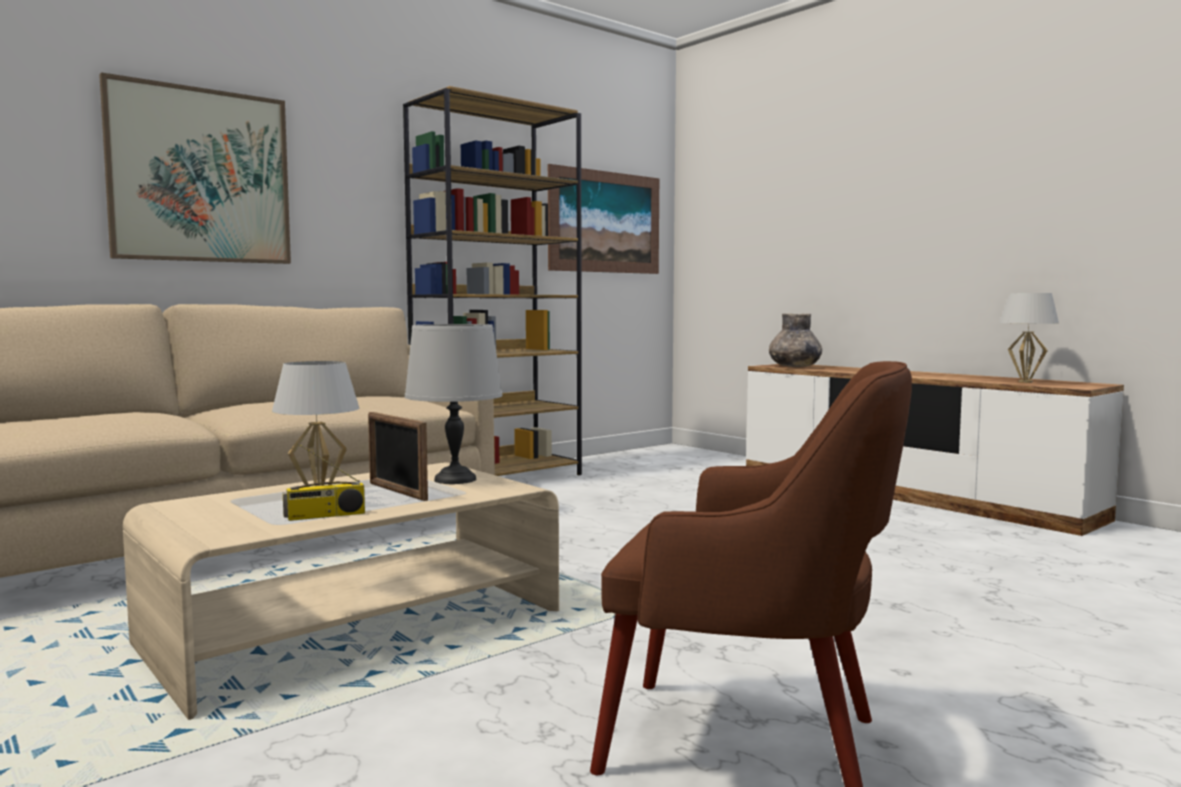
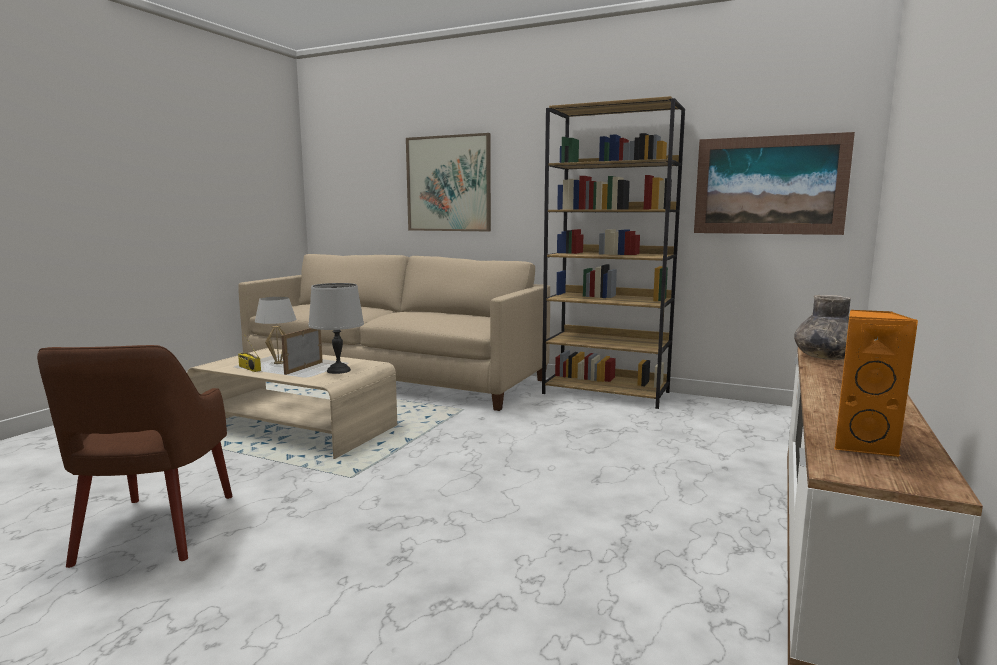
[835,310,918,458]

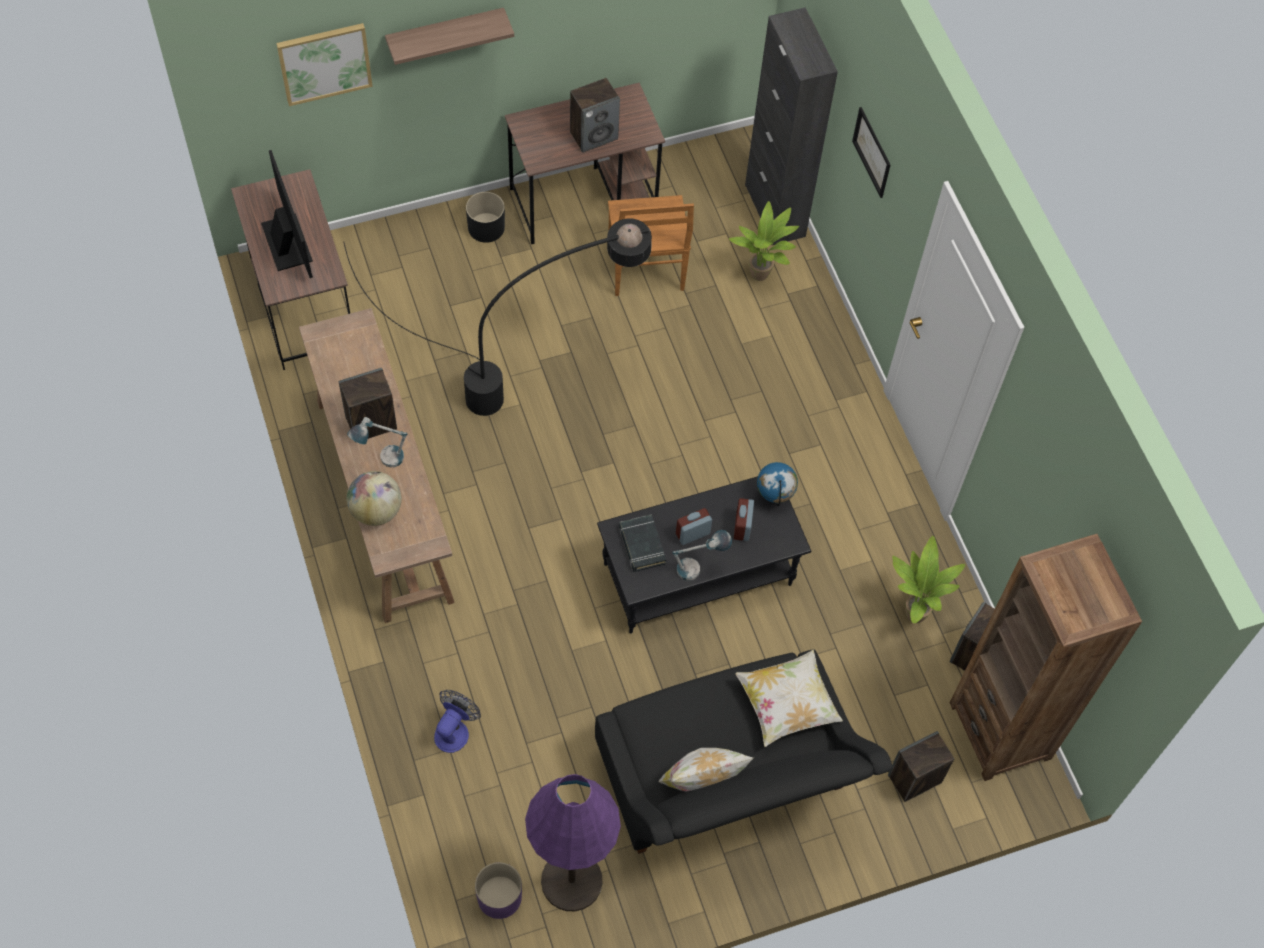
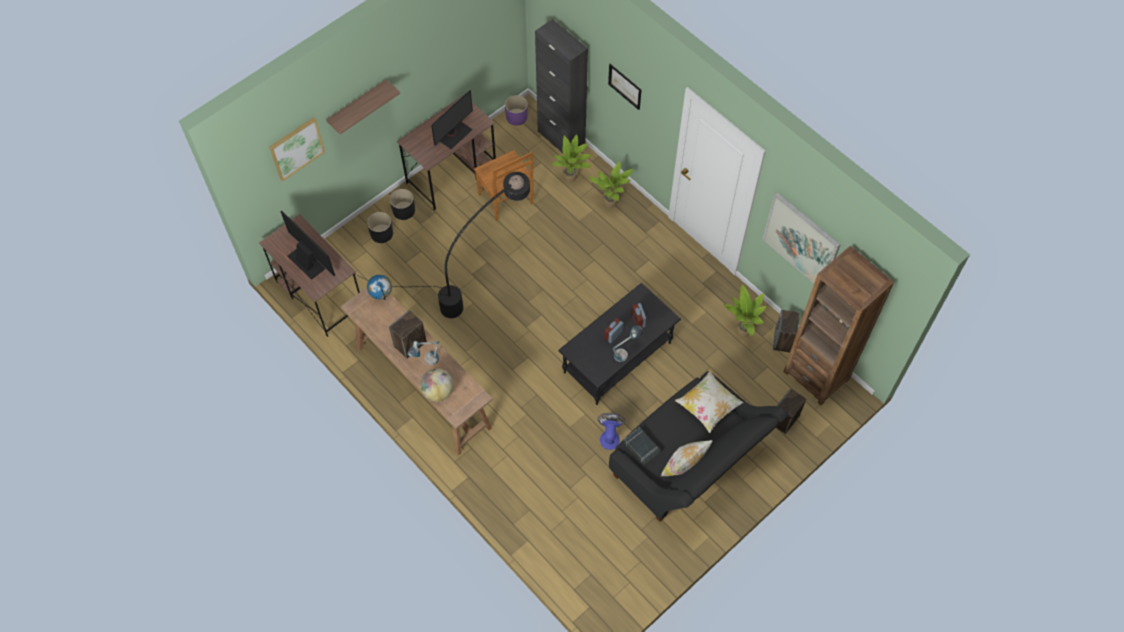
[597,413,625,450]
[505,95,528,126]
[525,774,621,911] (first image)
[431,90,473,149]
[624,427,661,465]
[367,275,392,300]
[367,212,393,243]
[588,161,633,208]
[763,192,840,283]

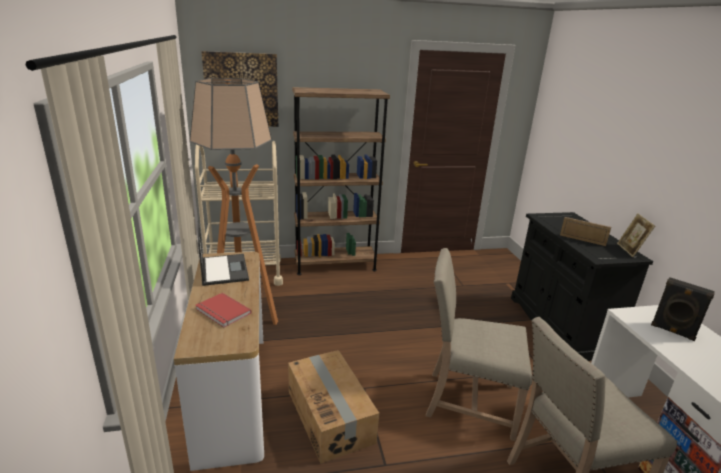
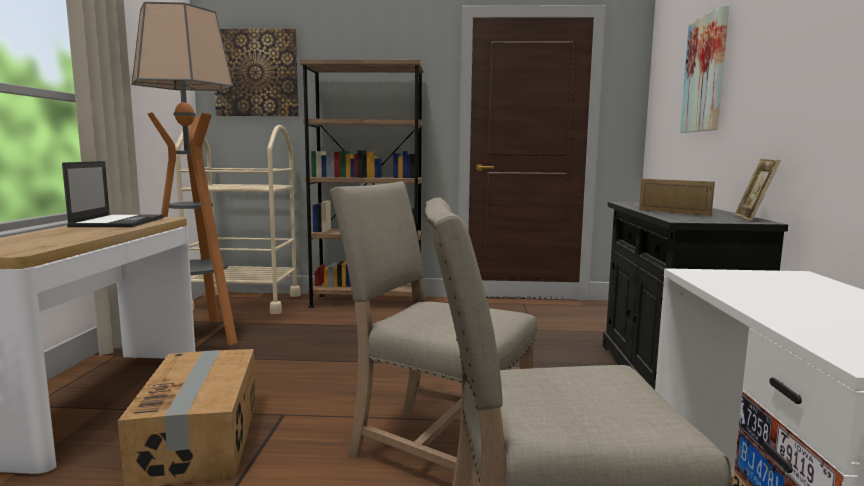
[195,293,251,328] (first image)
[651,277,715,341] (first image)
[680,5,729,133]

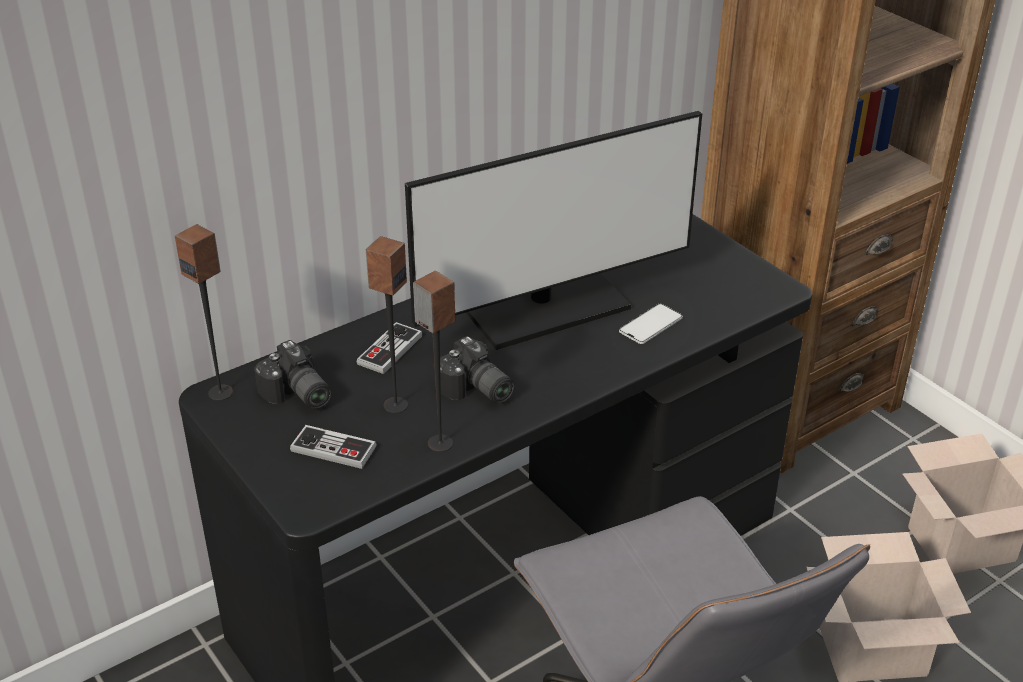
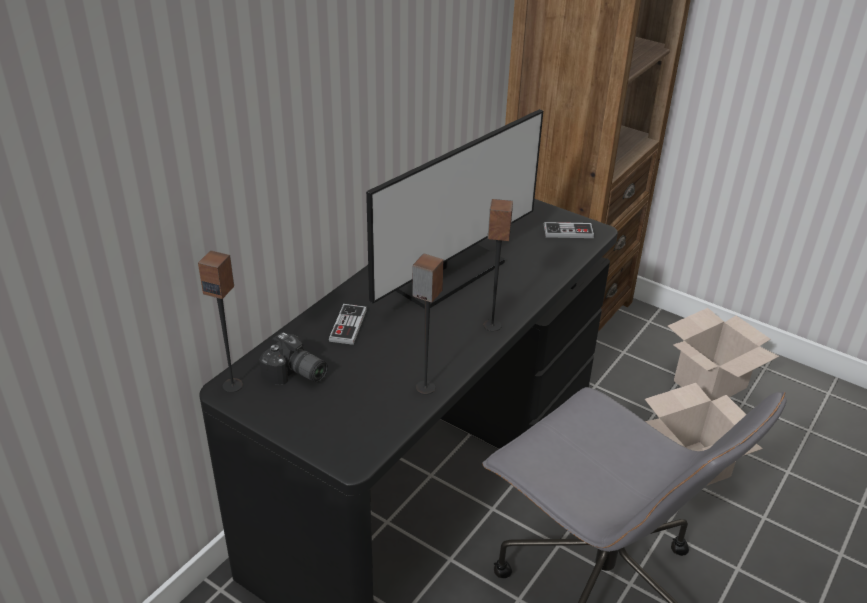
[544,222,594,238]
[483,199,513,331]
[434,336,515,403] (first image)
[619,304,683,344] (first image)

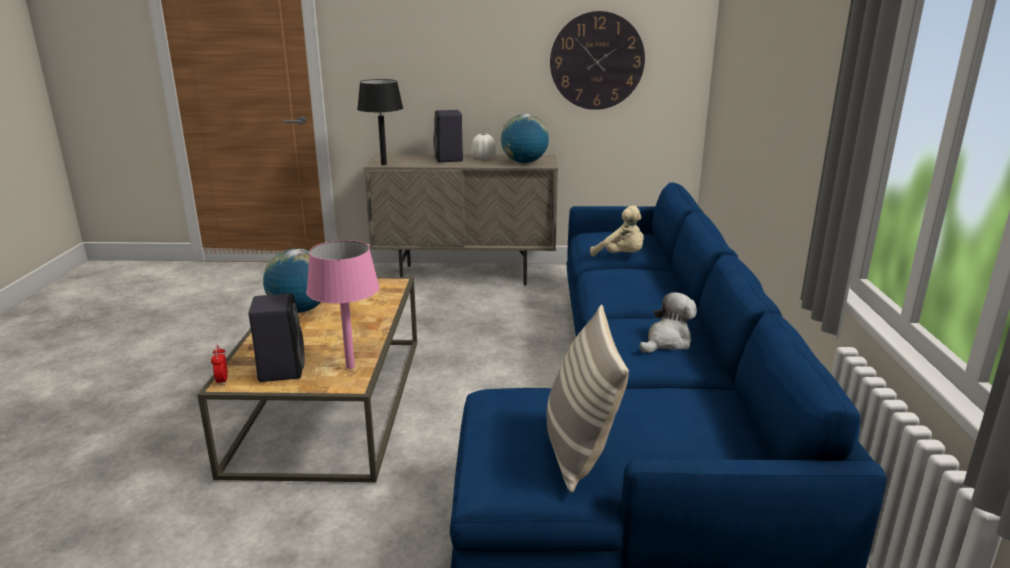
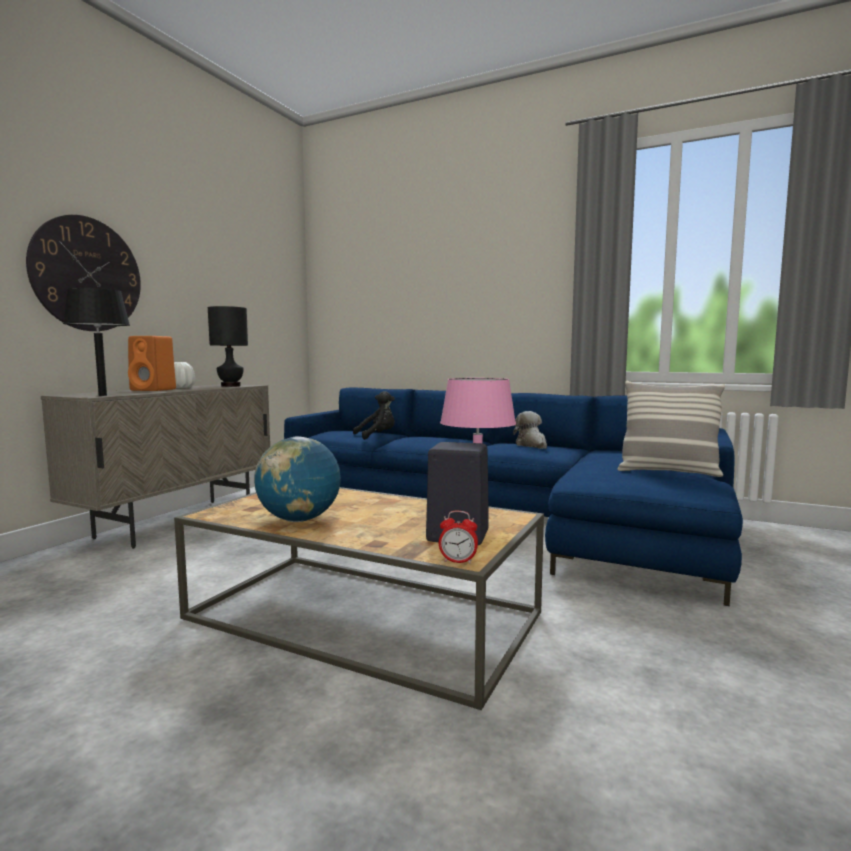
[128,336,176,391]
[208,306,248,387]
[26,215,141,331]
[353,391,395,440]

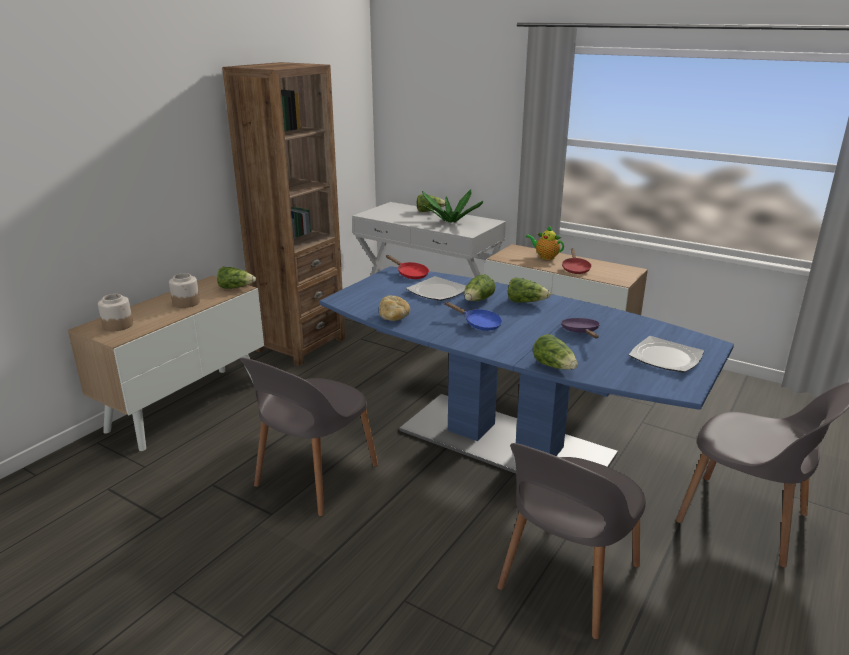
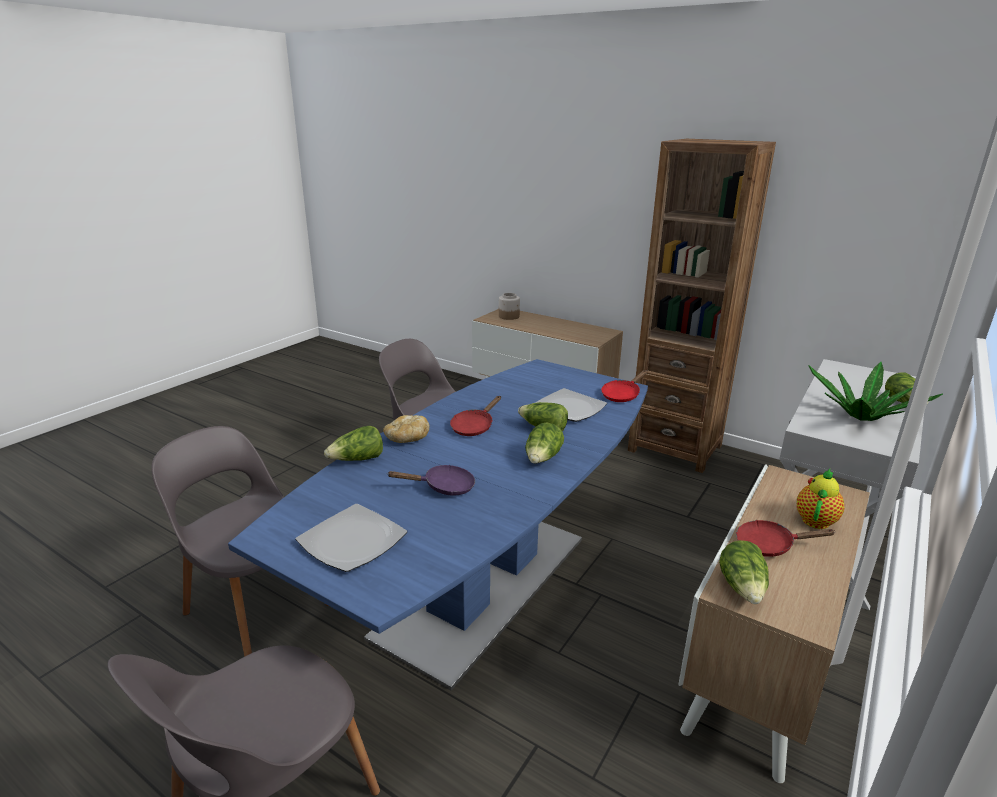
[169,273,200,308] (first image)
[719,540,769,604]
[383,415,429,443]
[450,396,501,436]

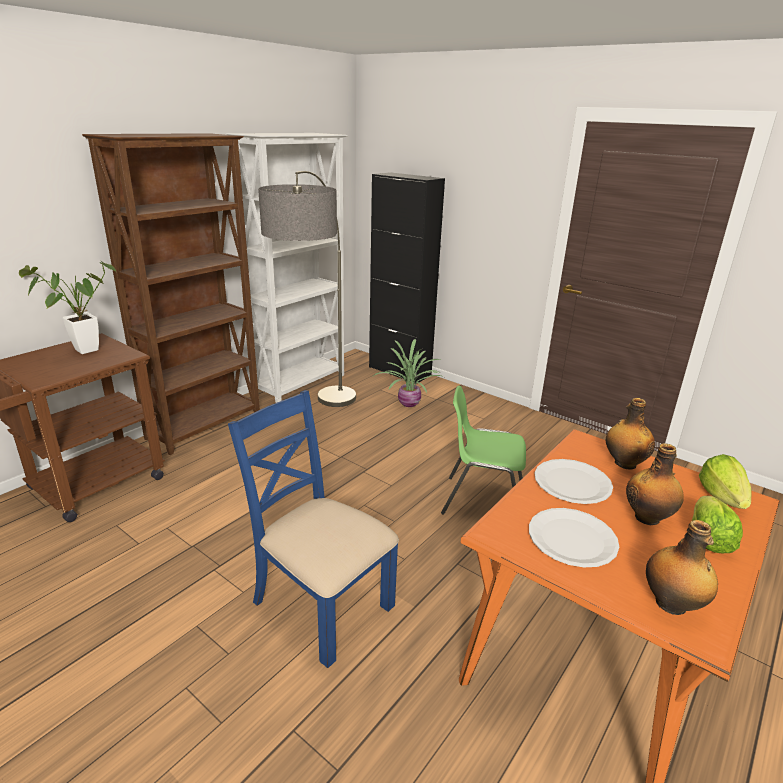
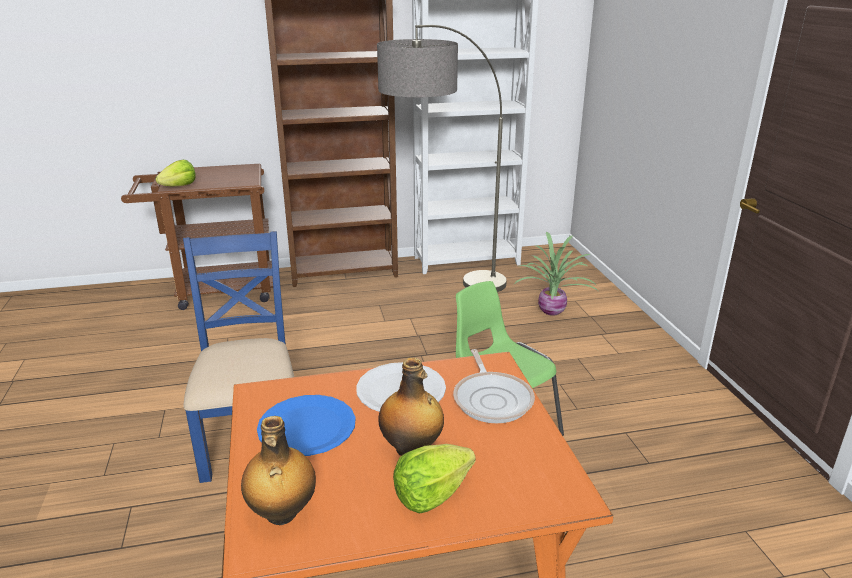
[19,261,116,354] (first image)
[369,172,445,384] (first image)
[257,395,356,456]
[453,349,535,423]
[156,160,196,186]

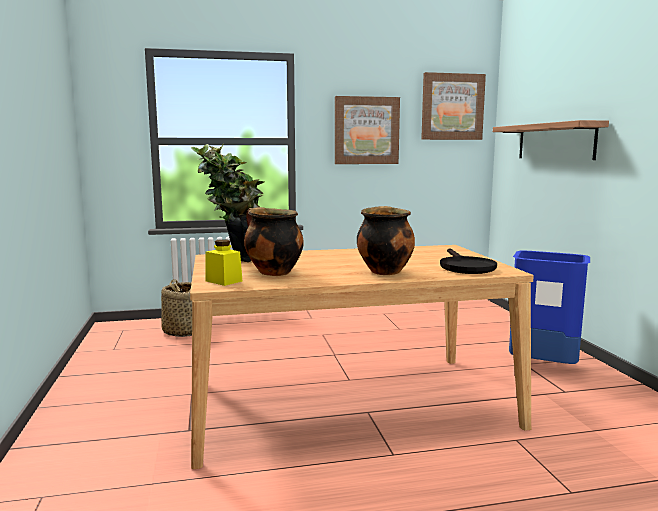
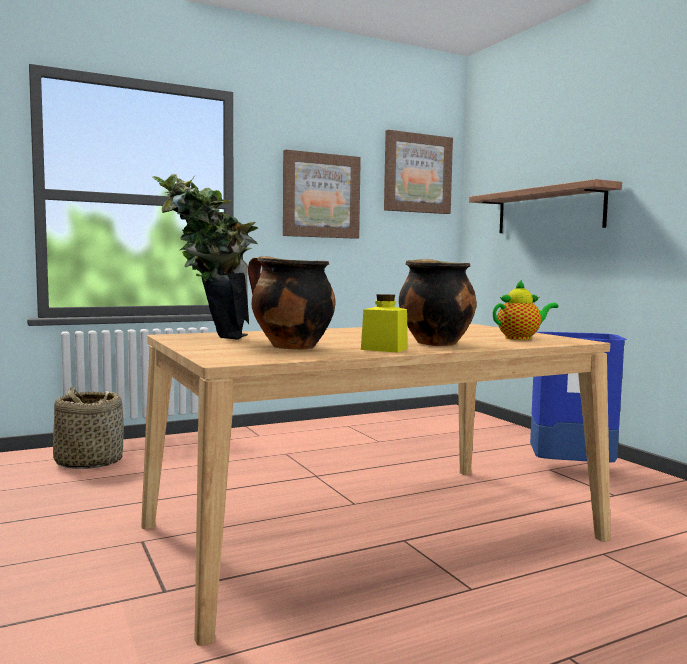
[361,294,408,353]
[493,280,558,340]

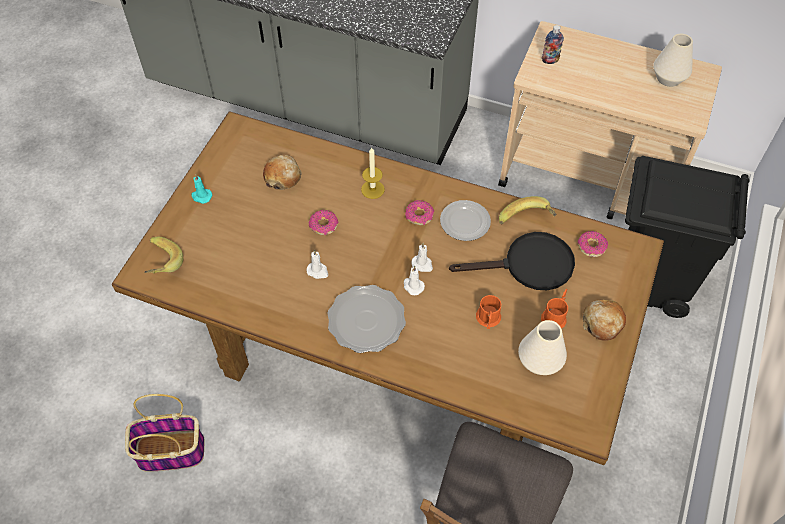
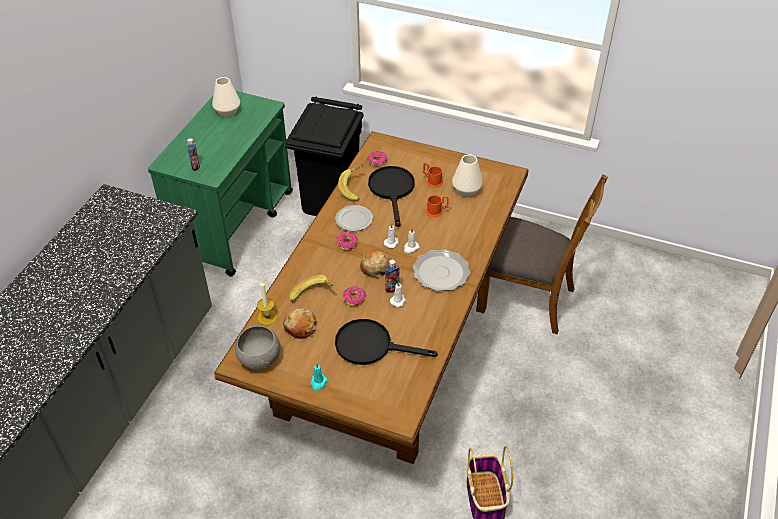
[290,275,333,302]
[257,282,278,325]
[148,91,293,277]
[360,250,390,278]
[235,326,280,369]
[335,319,438,365]
[385,259,400,293]

